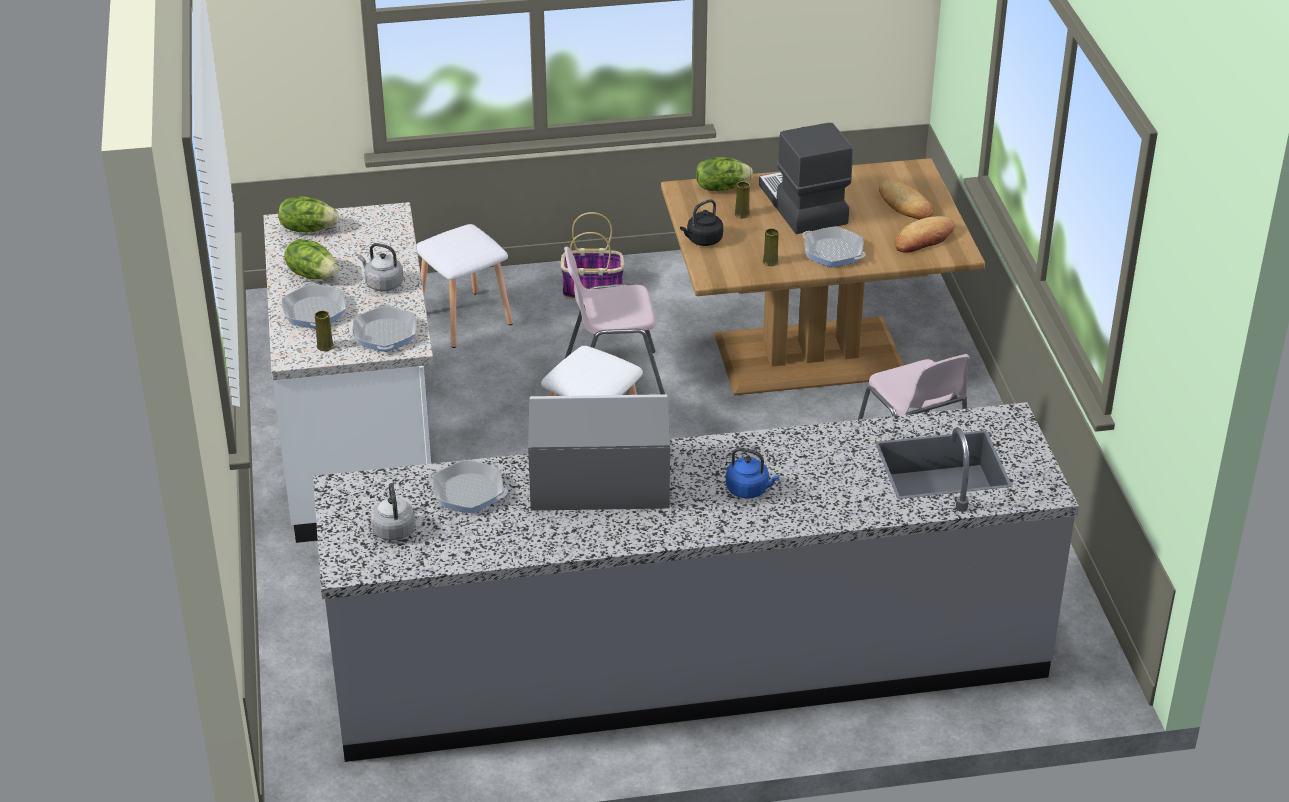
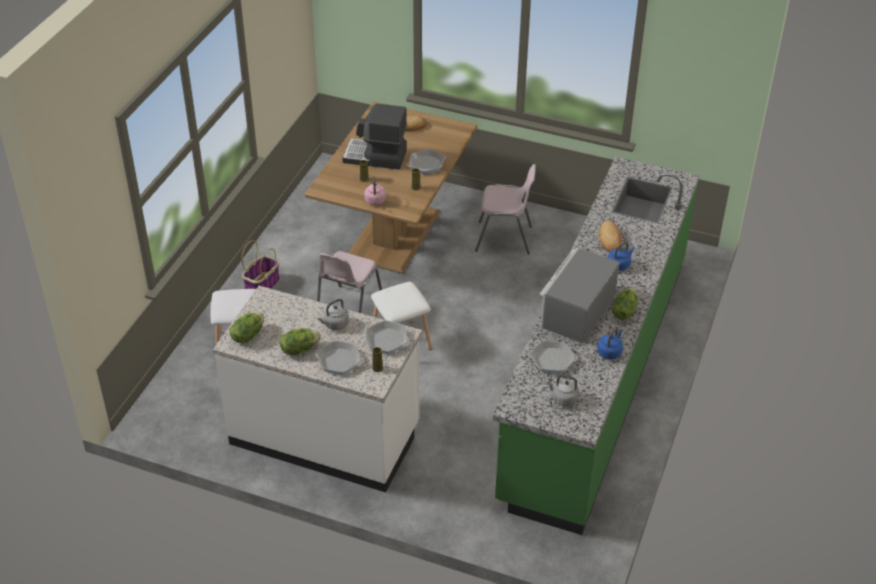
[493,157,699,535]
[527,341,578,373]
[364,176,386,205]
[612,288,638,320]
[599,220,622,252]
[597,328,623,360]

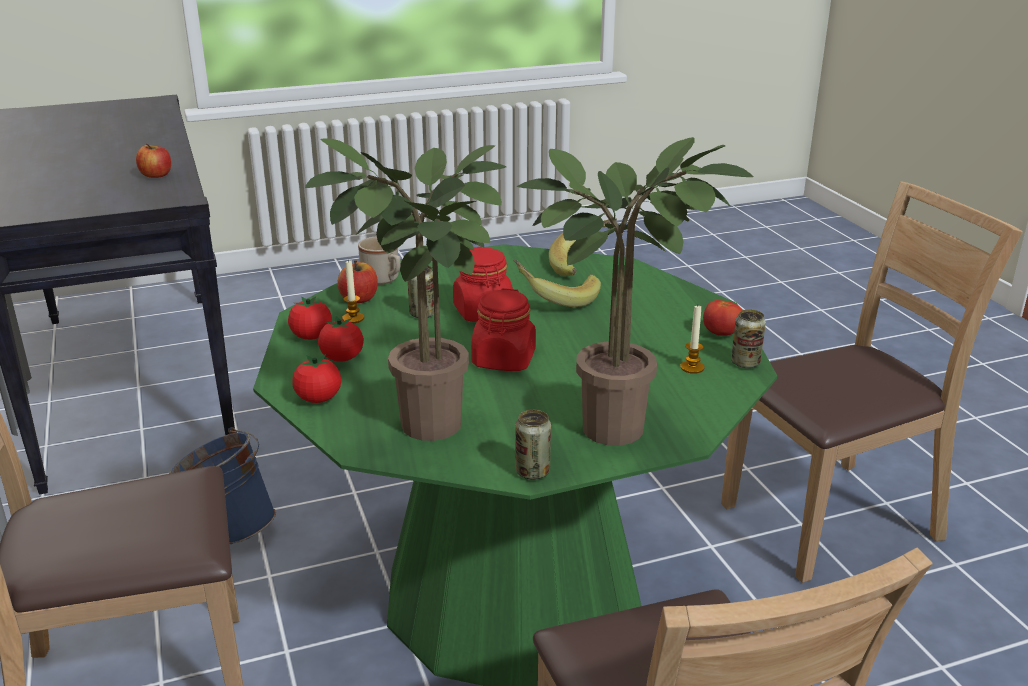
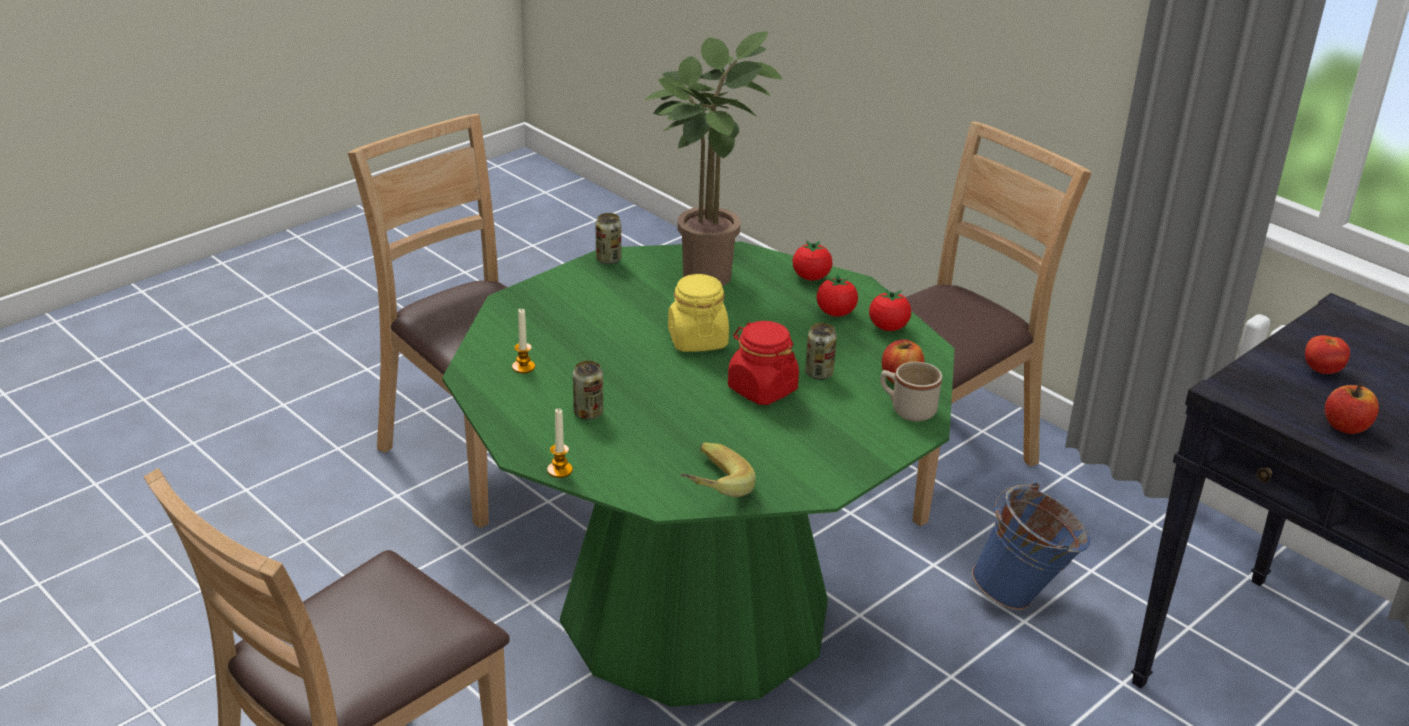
[547,408,573,478]
[668,274,729,352]
[513,260,601,307] (first image)
[517,137,753,446] (first image)
[1305,335,1350,374]
[573,361,603,420]

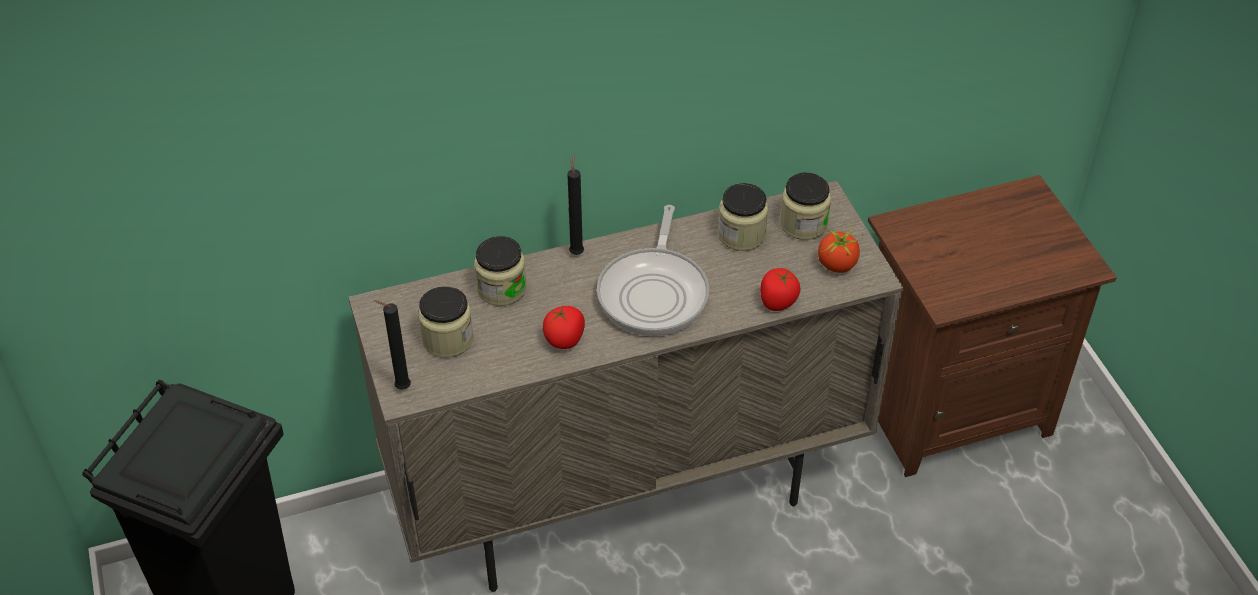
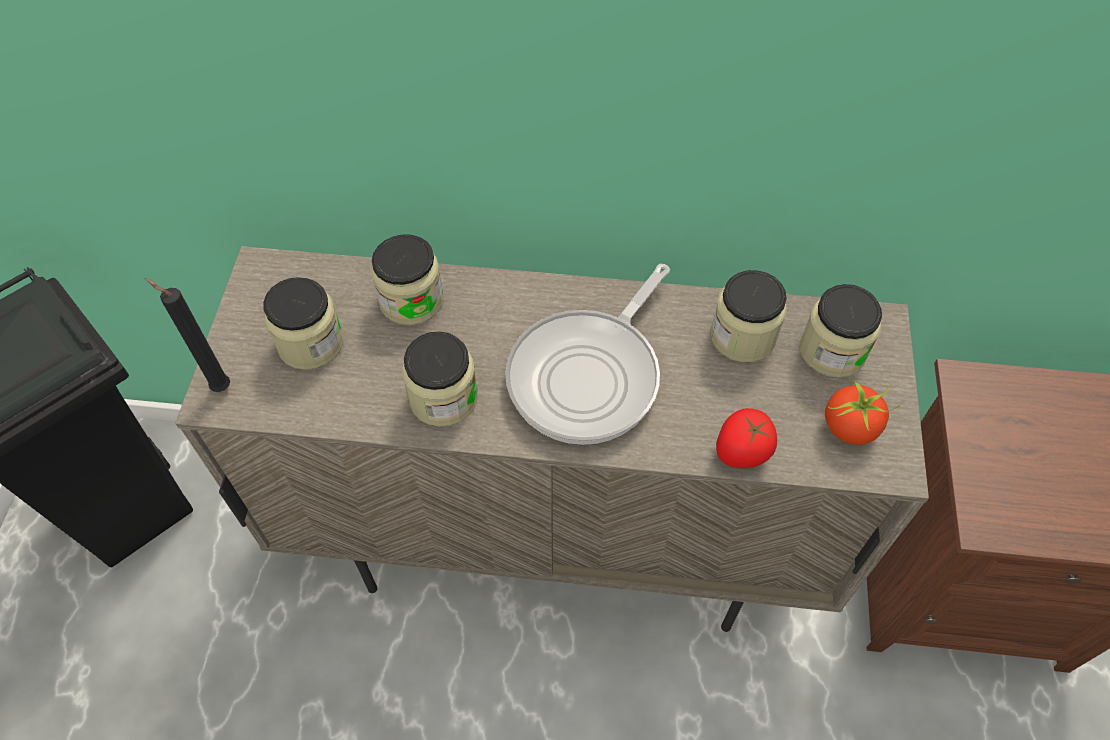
[402,331,478,427]
[567,155,584,255] (first image)

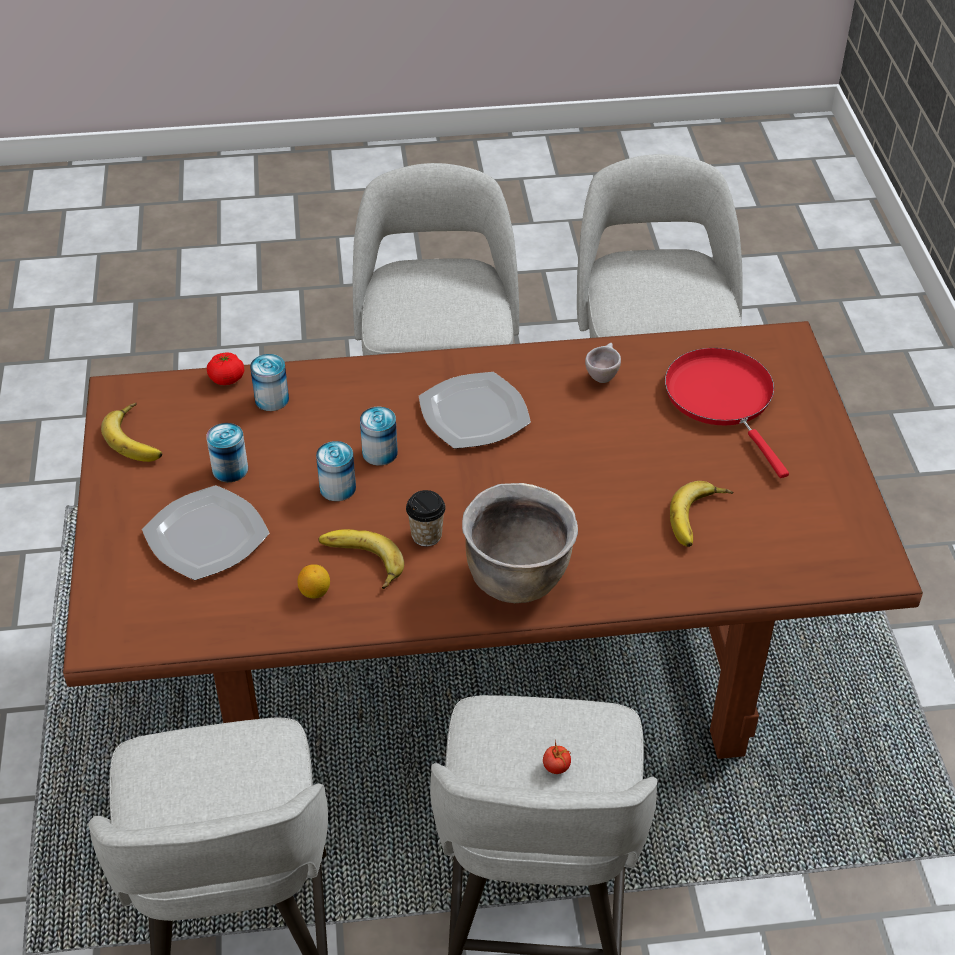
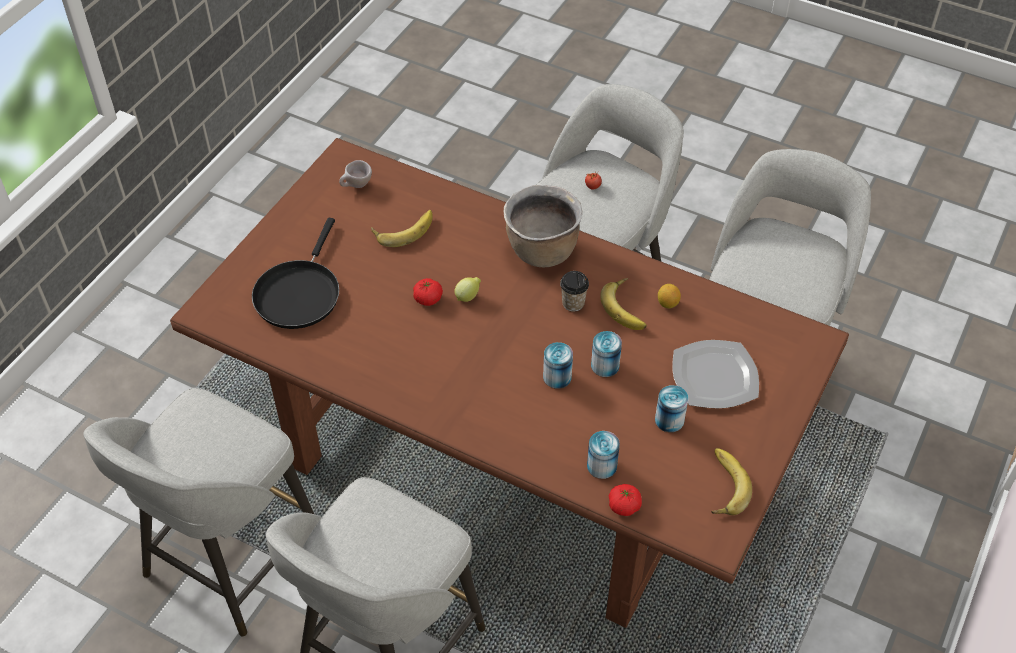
[419,372,531,449] (first image)
[339,160,372,188]
[252,218,339,329]
[413,278,443,306]
[454,277,481,302]

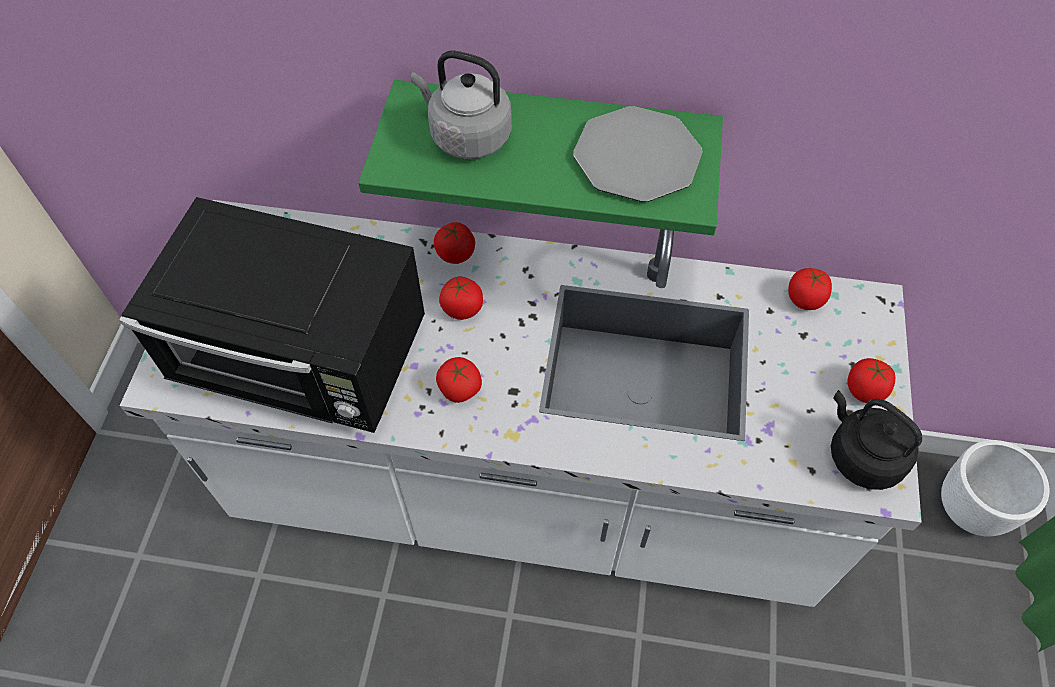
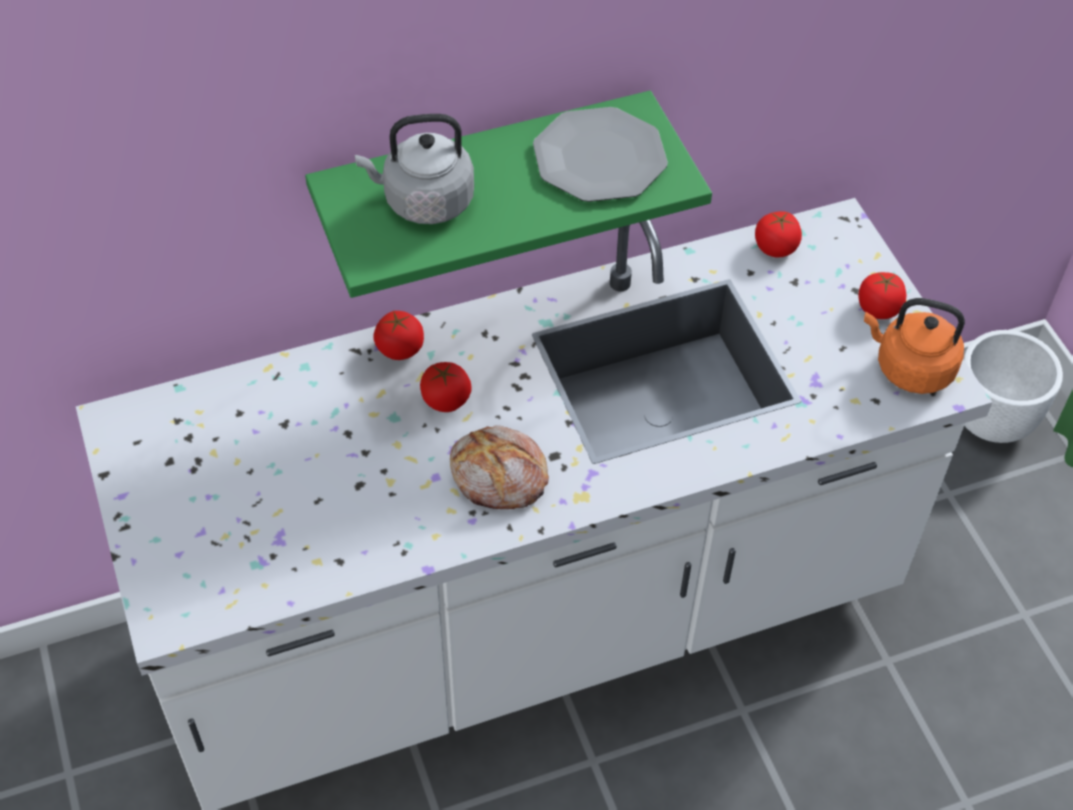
[119,197,425,433] (first image)
[450,426,549,509]
[864,298,965,394]

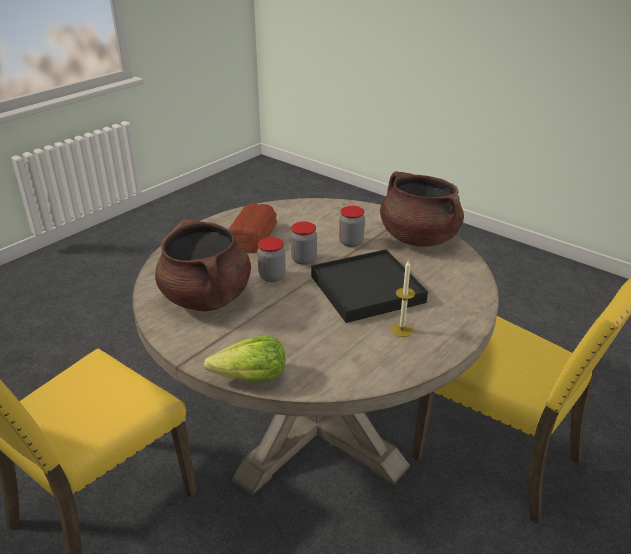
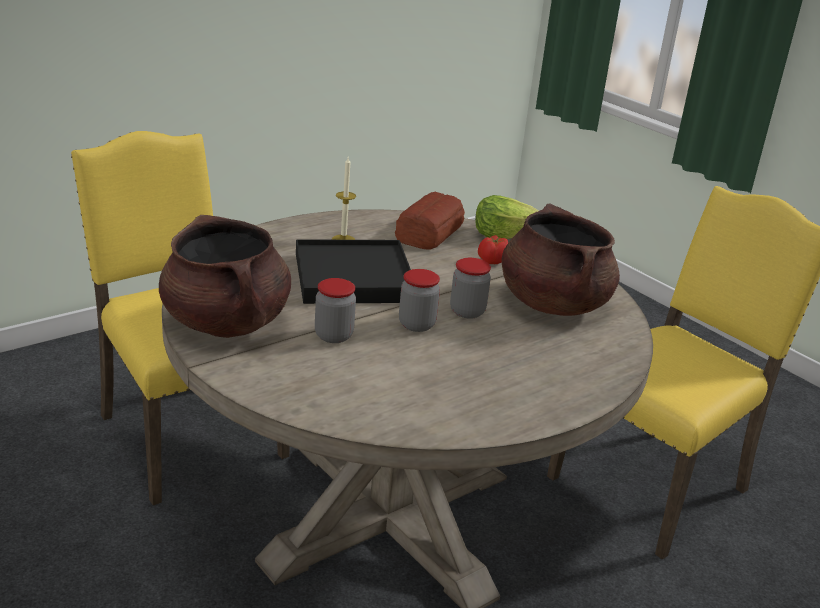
[395,192,465,250]
[478,235,509,264]

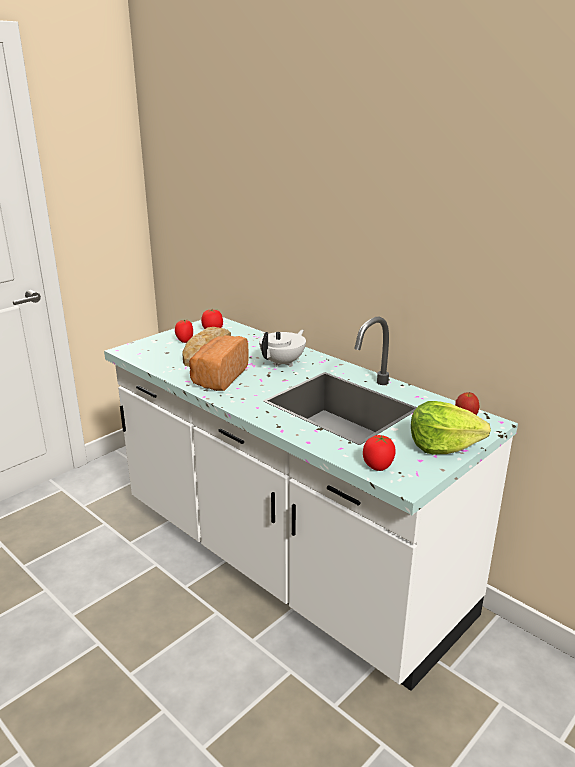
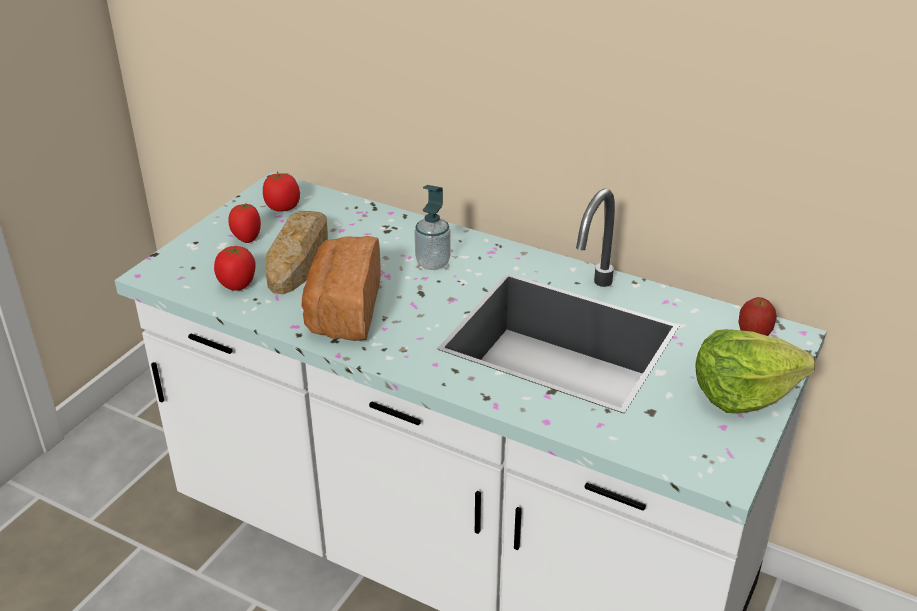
[415,185,451,270]
[214,246,255,291]

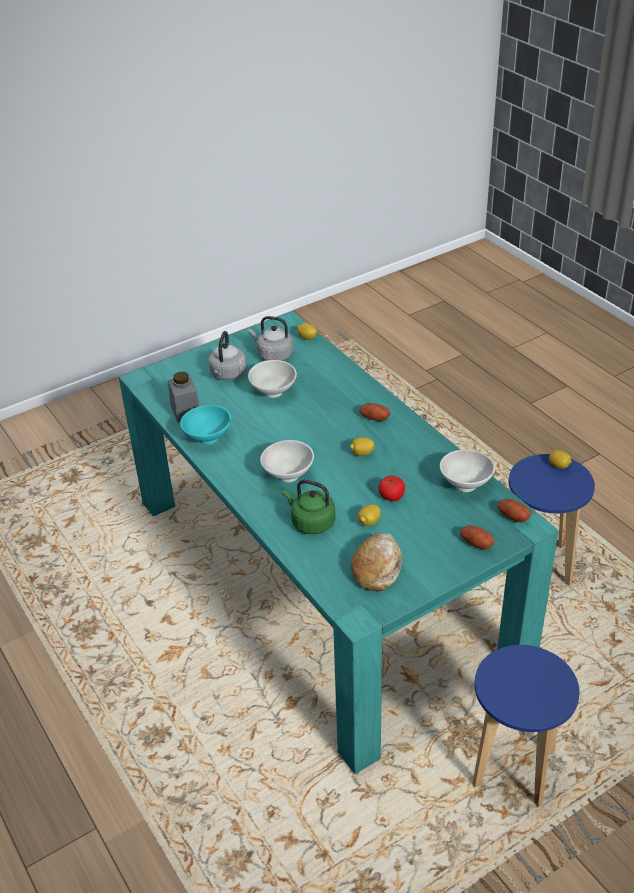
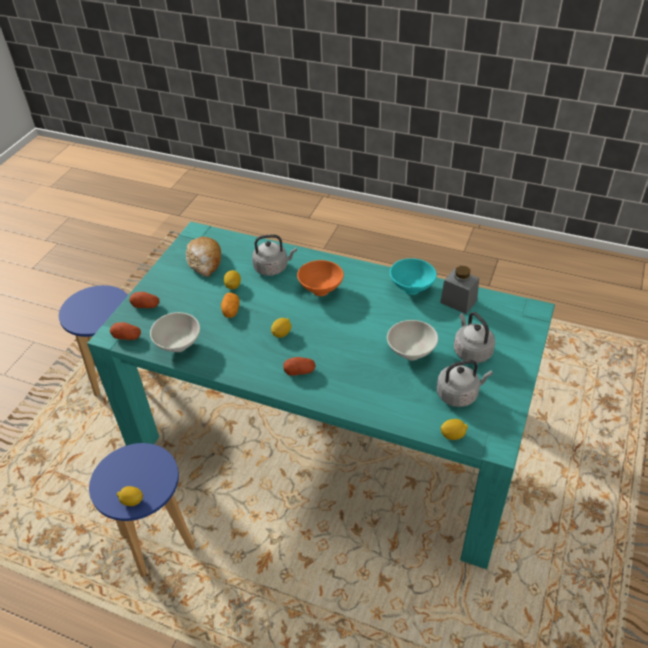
[297,260,344,296]
[252,234,297,276]
[221,293,240,318]

